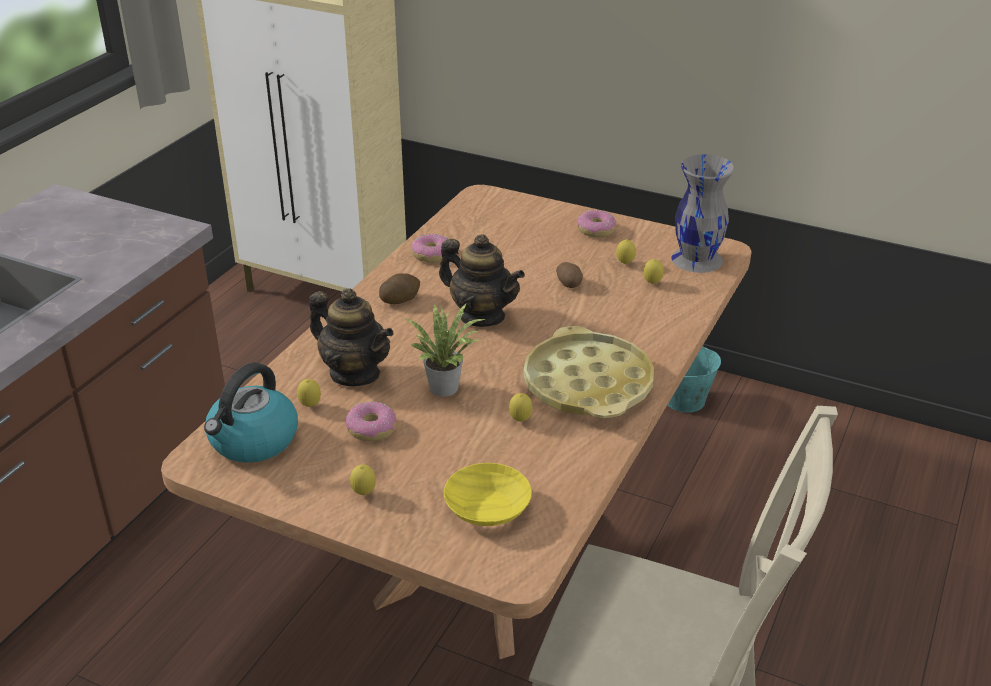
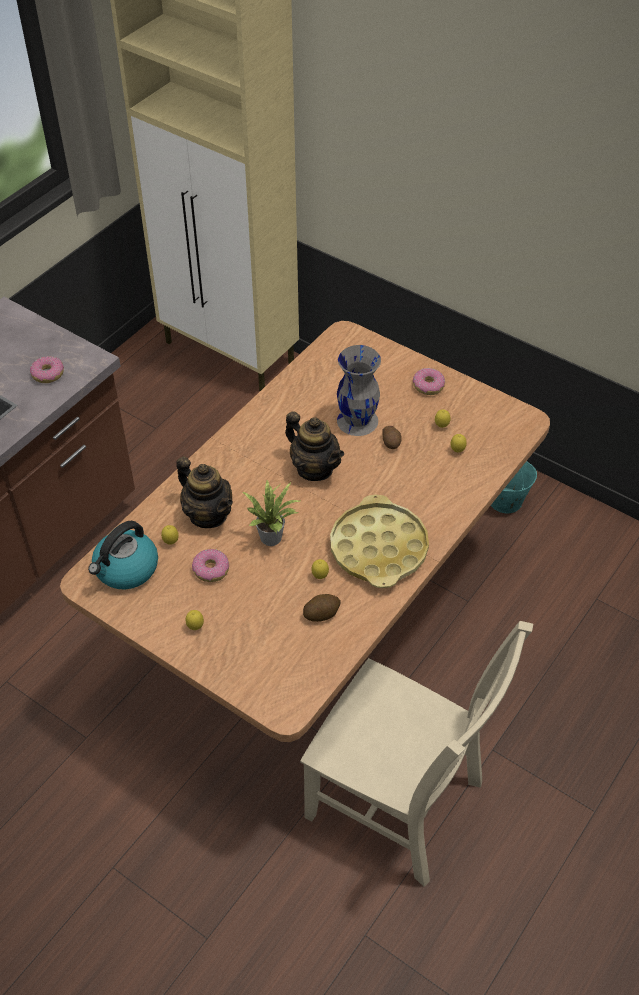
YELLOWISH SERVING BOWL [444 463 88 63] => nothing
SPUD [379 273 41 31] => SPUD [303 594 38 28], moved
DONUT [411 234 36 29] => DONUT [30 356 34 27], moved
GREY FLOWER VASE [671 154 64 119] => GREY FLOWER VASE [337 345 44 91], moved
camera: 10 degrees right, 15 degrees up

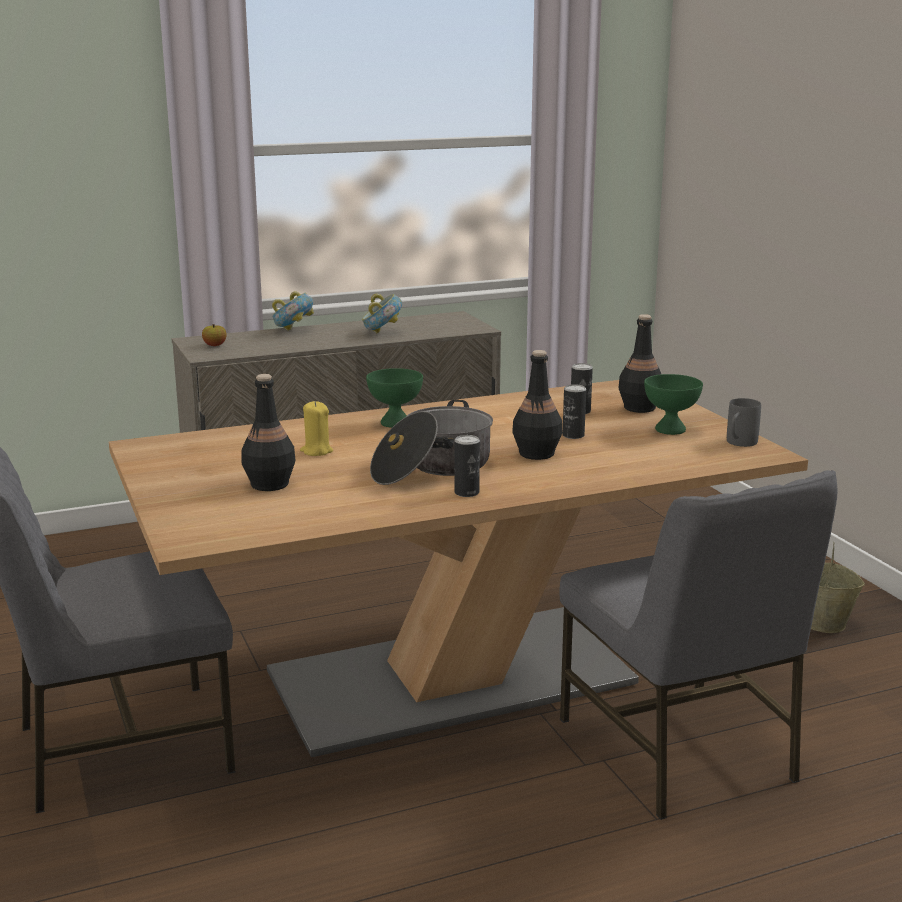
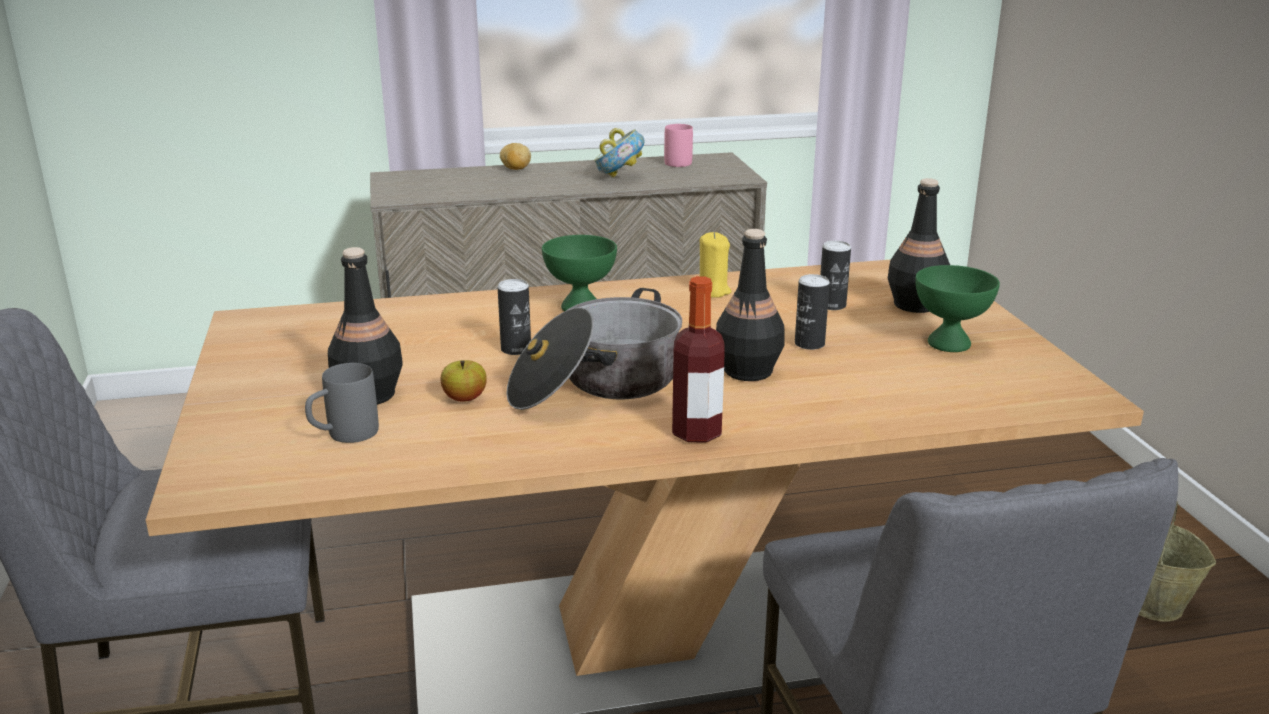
nothing => PINK-COLOURED COFFEE MUG [664 124 29 43]
nothing => BOTTLE [672 276 53 167]
APPLE [202 324 25 22] => APPLE [440 360 47 42], moved
YELLOWISH WAX CANDLE [300 401 33 55] => YELLOWISH WAX CANDLE [699 232 33 66], moved
SEALED CAN [454 435 26 62] => SEALED CAN [497 279 34 76], moved
GREY COFFEE MUG [727 398 34 49] => GREY COFFEE MUG [305 363 74 80], moved
SERVING BOWL [272 291 42 40] => SPUD [500 143 31 27]
camera: 10 degrees right, 5 degrees up

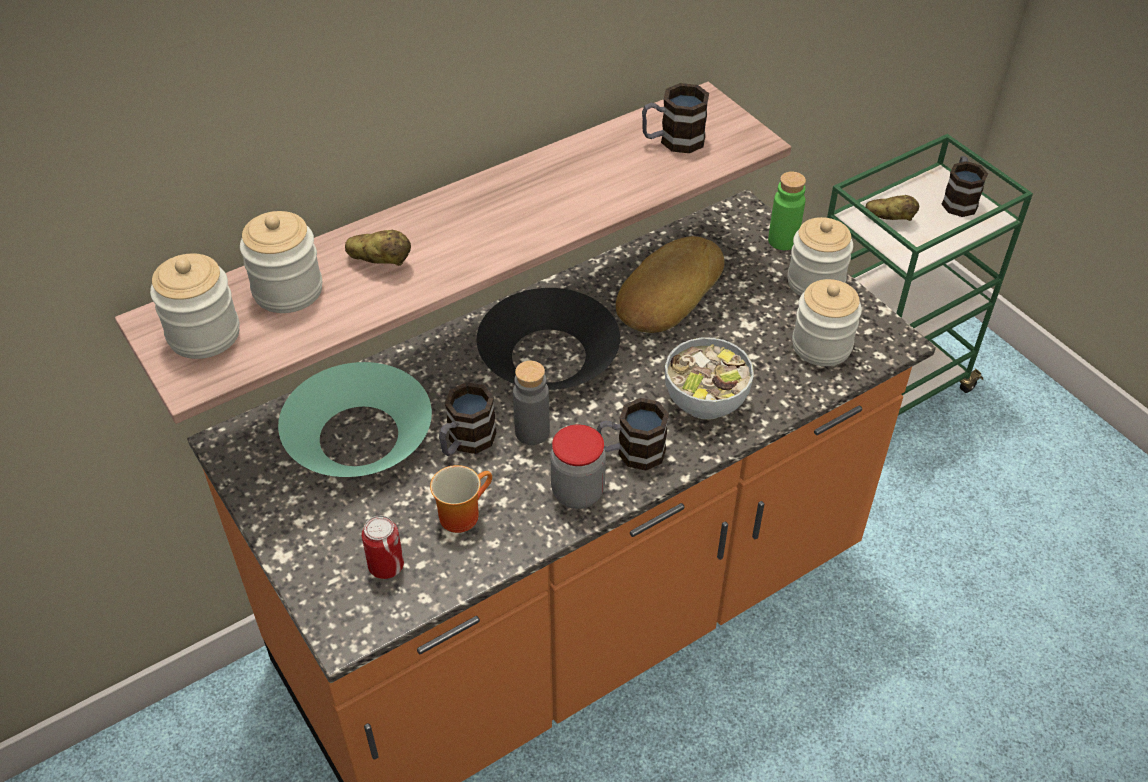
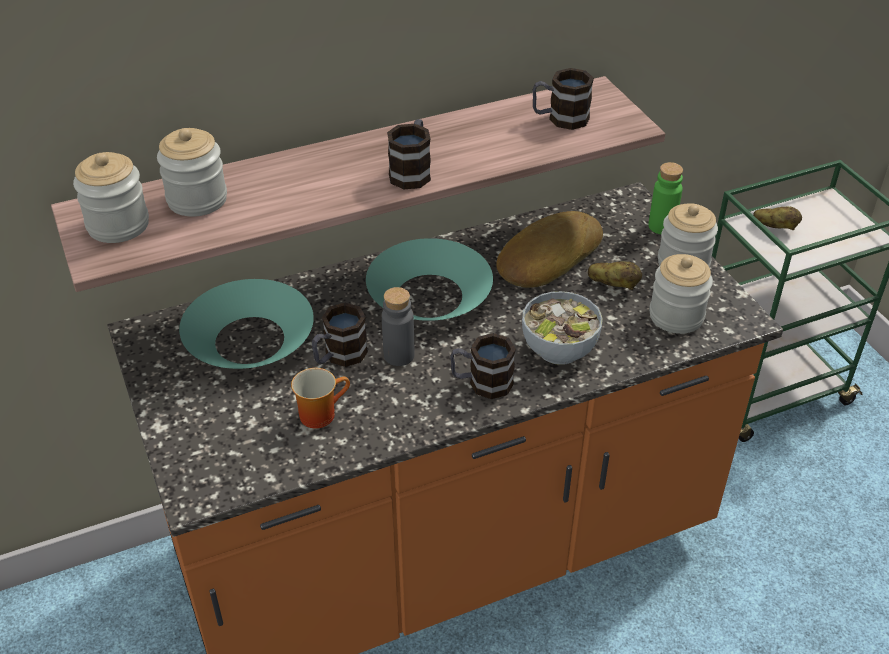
SEALED CAN [362 515 42 64] => nothing
JAR [550 424 56 85] => nothing
SPUD [345 230 66 36] => SPUD [588 262 54 28], moved
COFFEE MUG [941 156 47 61] => COFFEE MUG [387 119 44 70], moved
BLACK-COLOURED SERVING BOWL [477 288 143 102] => TURQUOISE SERVING BOWL [366 238 127 83]
camera: 10 degrees right, 5 degrees down

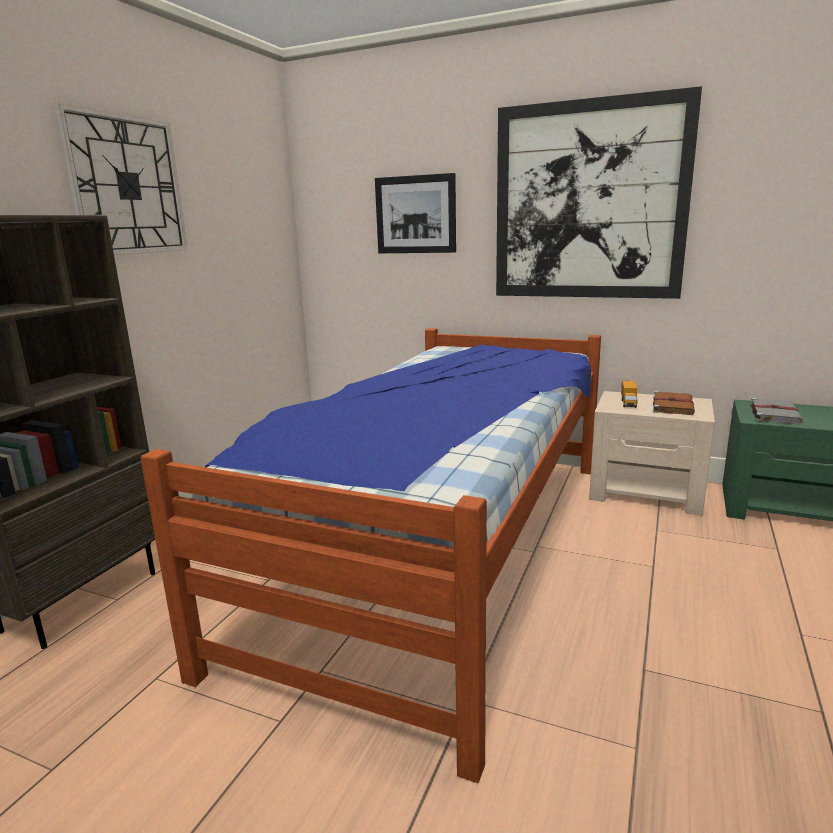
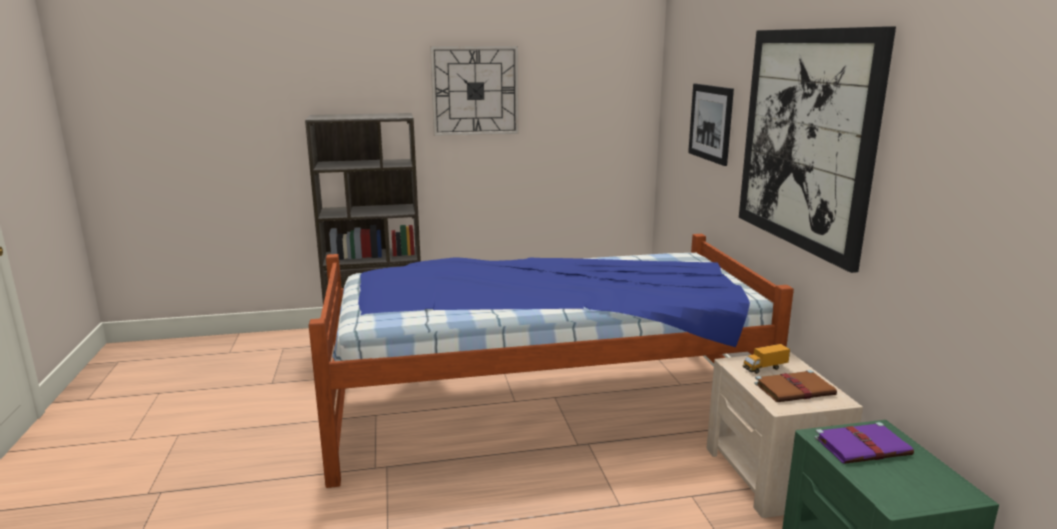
GREY BOOK [750 398 53 26] => PURPLE BOOK [815 422 99 42]
camera: 55 degrees right, 0 degrees up

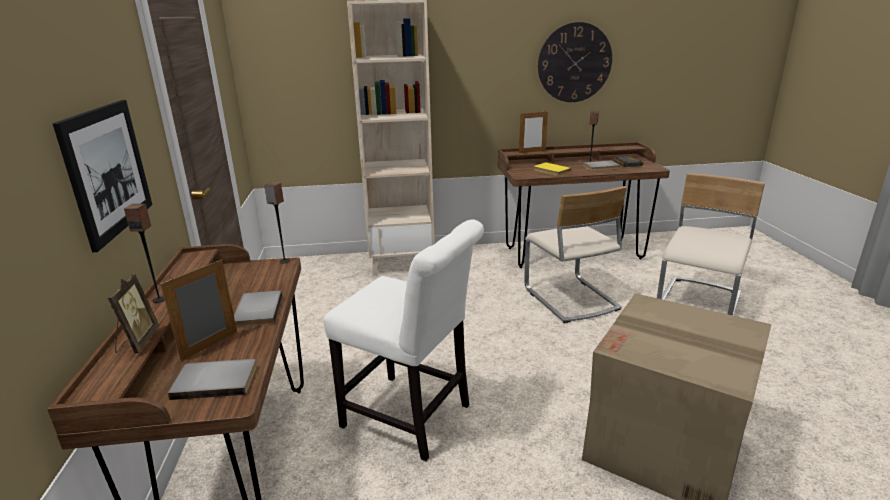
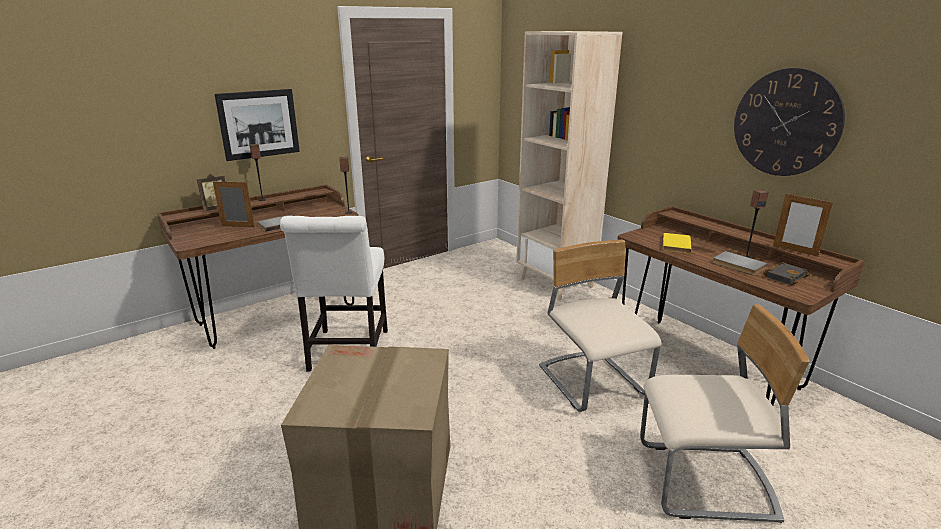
GREY BOOK [168 359 89 41] => nothing
PHOTO FRAME [519 110 29 43] => PHOTO FRAME [773 193 60 64], moved
BEIGE-COLOURED PLAIN CHAIR [524 186 103 137] => BEIGE-COLOURED PLAIN CHAIR [539 240 123 172], 120 degrees clockwise
camera: 60 degrees right, 0 degrees up

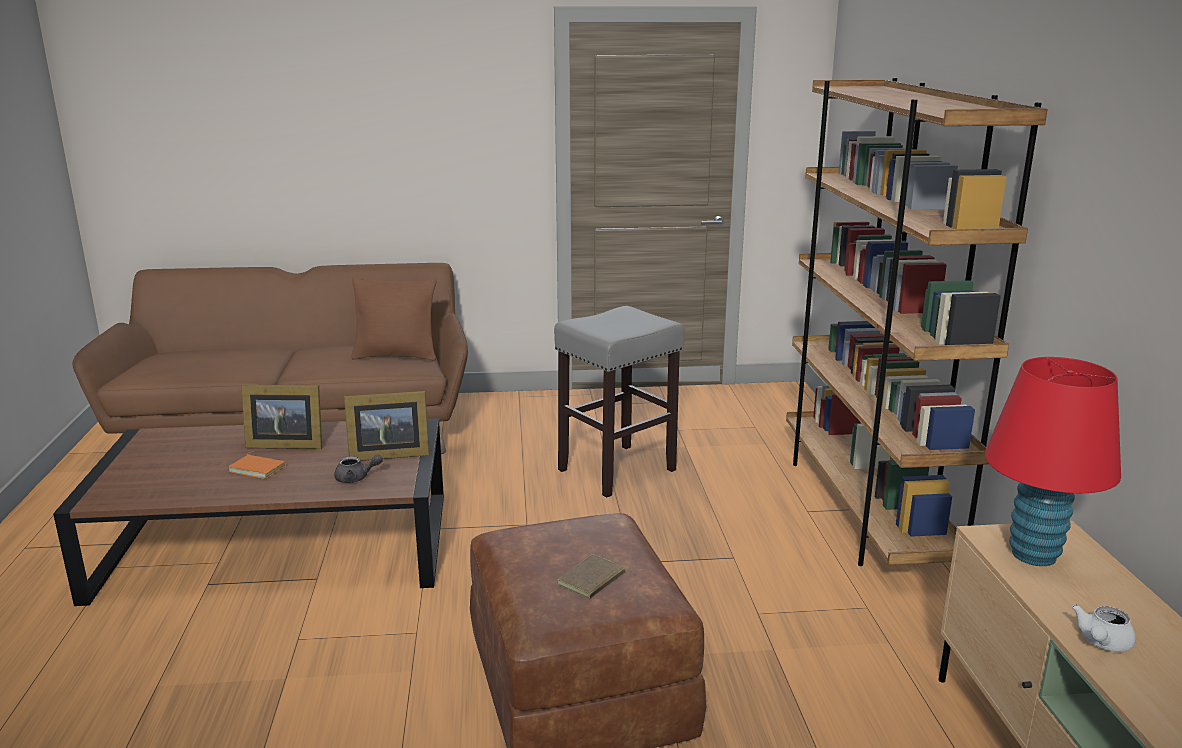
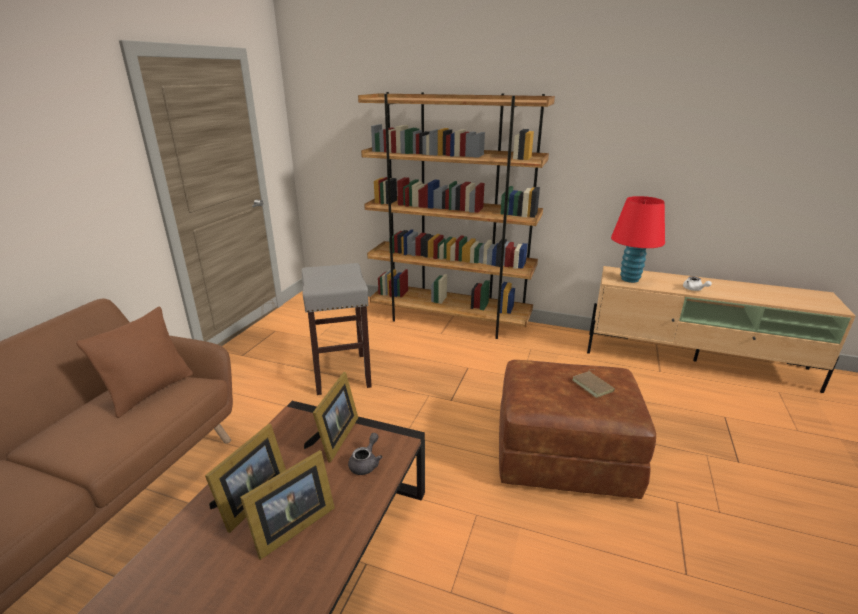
ORANGE-COLOURED BOOK [228 451 58 28] => PHOTO FRAME [240 450 95 110]
camera: 65 degrees left, 5 degrees up

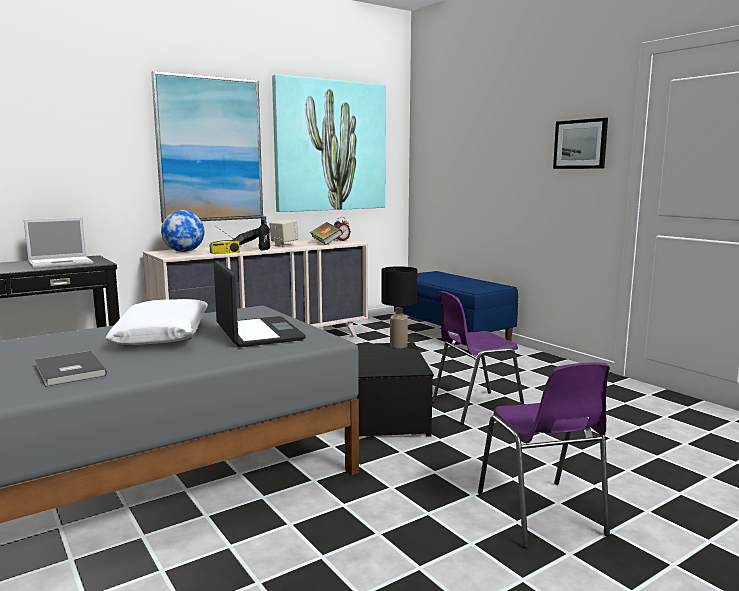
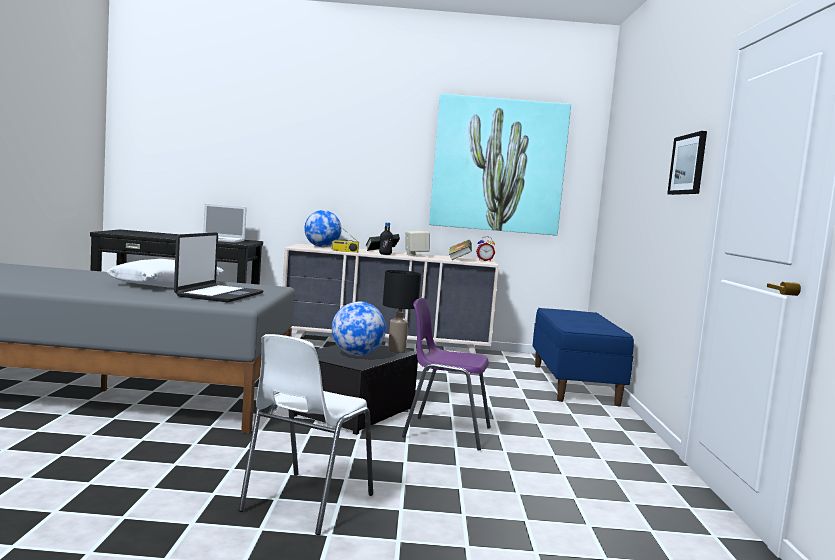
GREY BOOK [35 351 72 36] => nothing
WALL ART [151 71 112 152] => nothing
nothing => WORLD GLOBE [332 301 54 55]
PURPLE PLAIN CHAIR [478 362 132 186] => WHITE-COLOURED PLAIN CHAIR [238 334 135 201]
camera: 35 degrees right, 5 degrees down

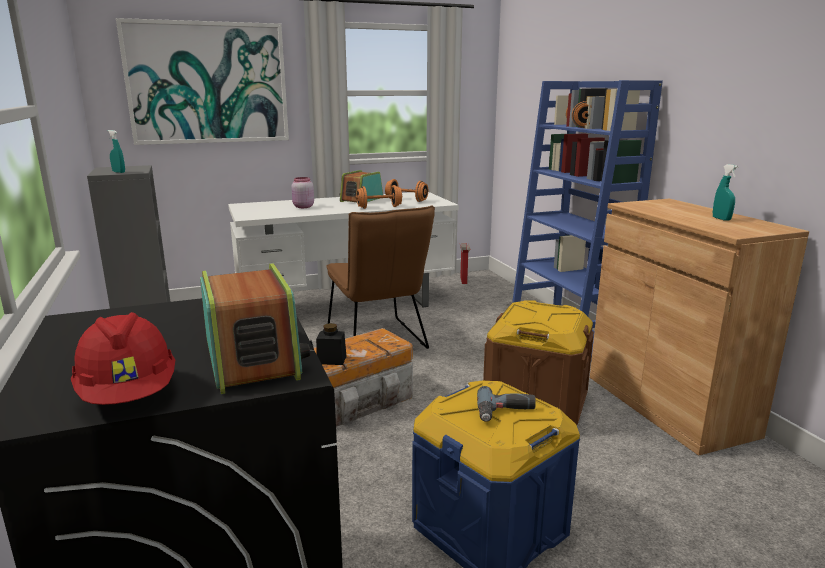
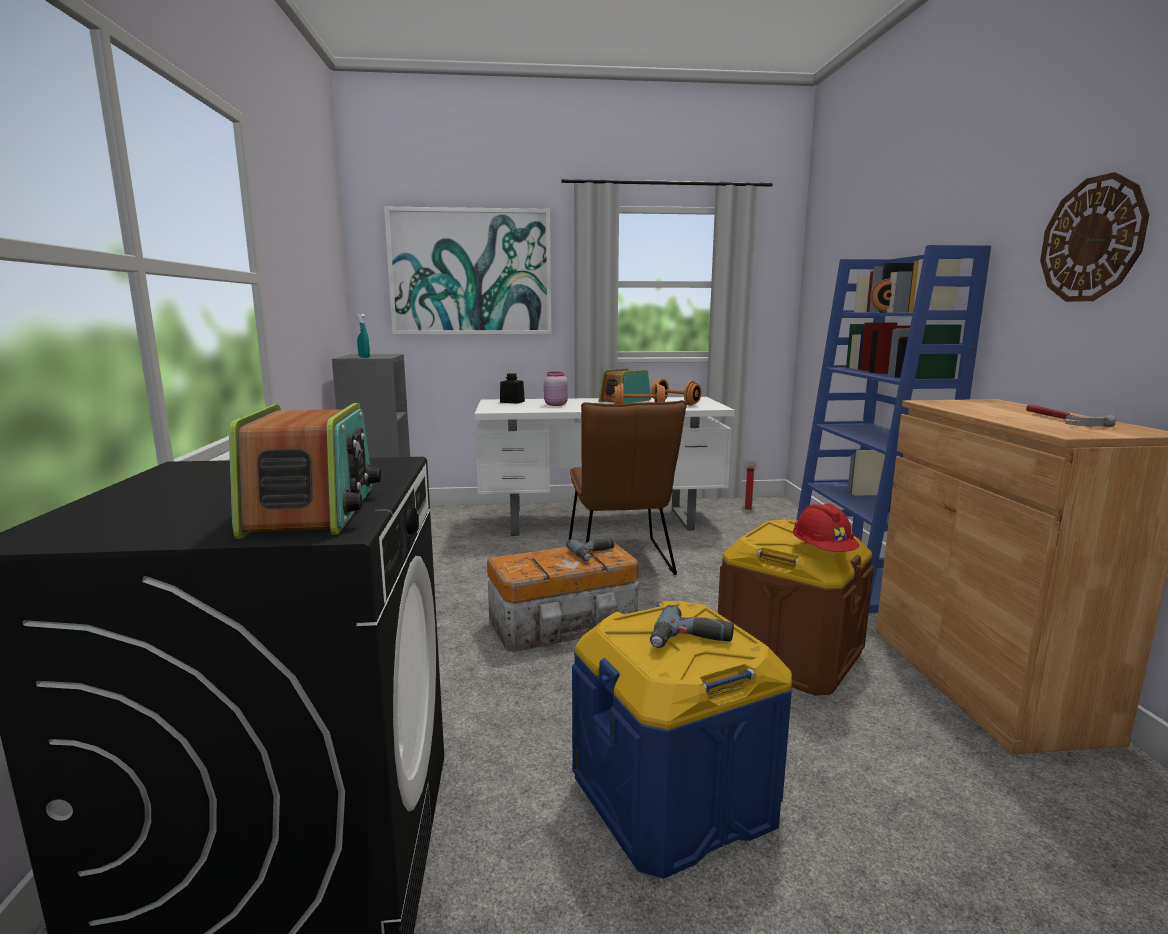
nothing => DRILL [567 537 47 24]
nothing => WALL CLOCK [1040 172 109 130]
RED-COLOURED HARD HAT [71 312 104 93] => RED-COLOURED HARD HAT [793 503 67 49], moved
BLACK-COLOURED JAR [316 323 30 42] => BLACK-COLOURED JAR [500 373 25 31], moved
TURQUOISE SPRAYER [713 164 26 57] => TOOL HAMMER [1026 405 90 22]
camera: 15 degrees right, 5 degrees down

